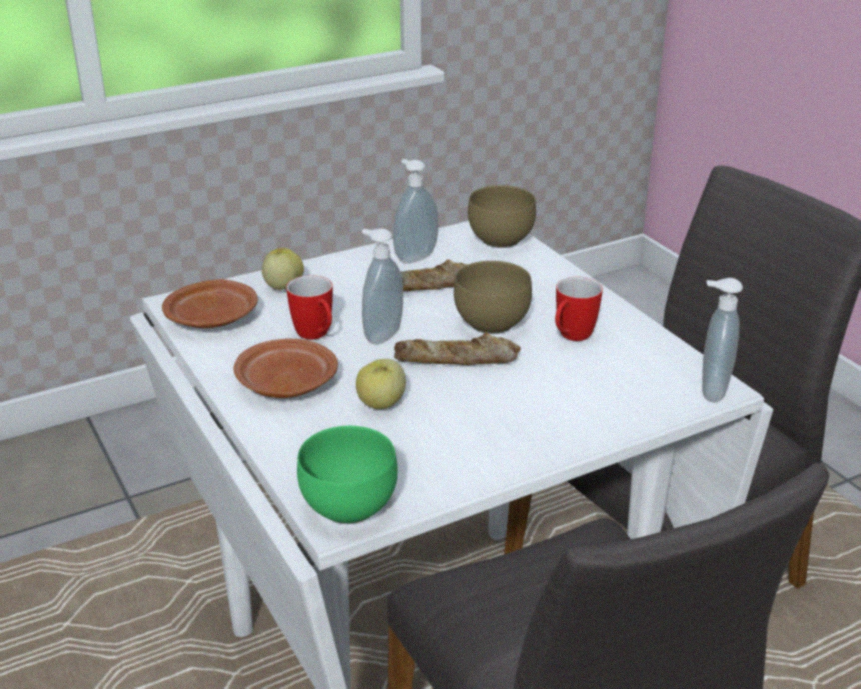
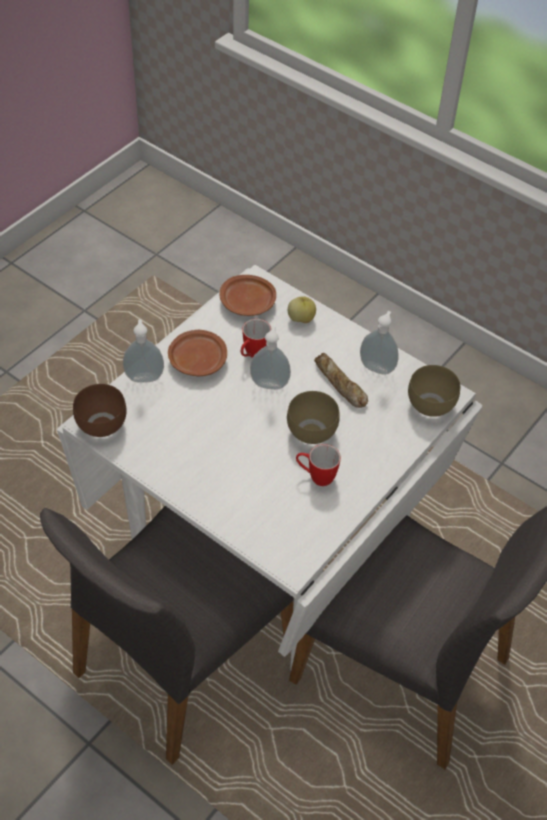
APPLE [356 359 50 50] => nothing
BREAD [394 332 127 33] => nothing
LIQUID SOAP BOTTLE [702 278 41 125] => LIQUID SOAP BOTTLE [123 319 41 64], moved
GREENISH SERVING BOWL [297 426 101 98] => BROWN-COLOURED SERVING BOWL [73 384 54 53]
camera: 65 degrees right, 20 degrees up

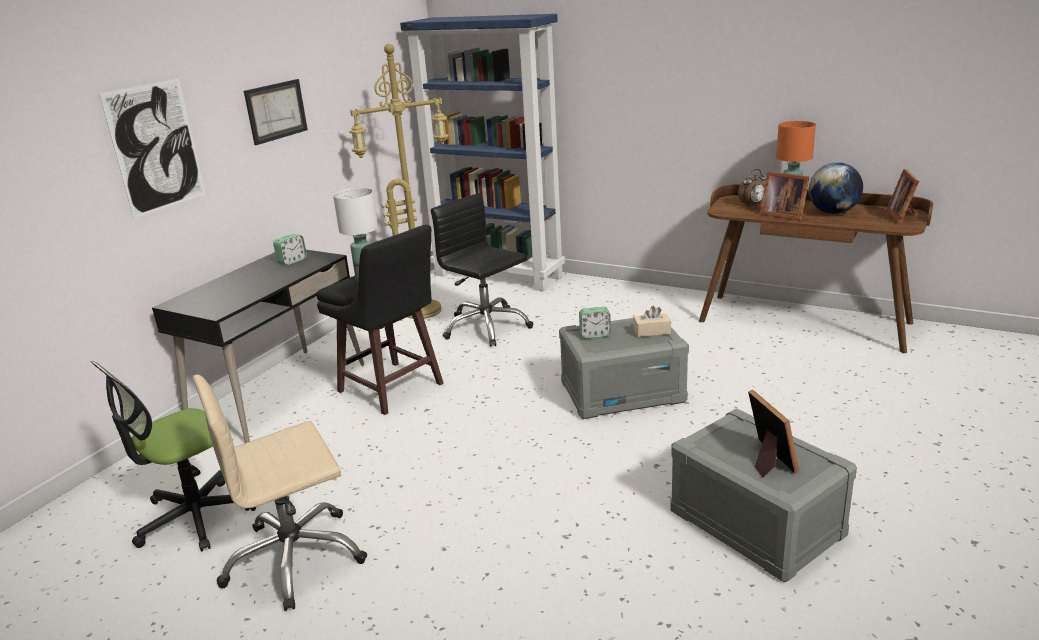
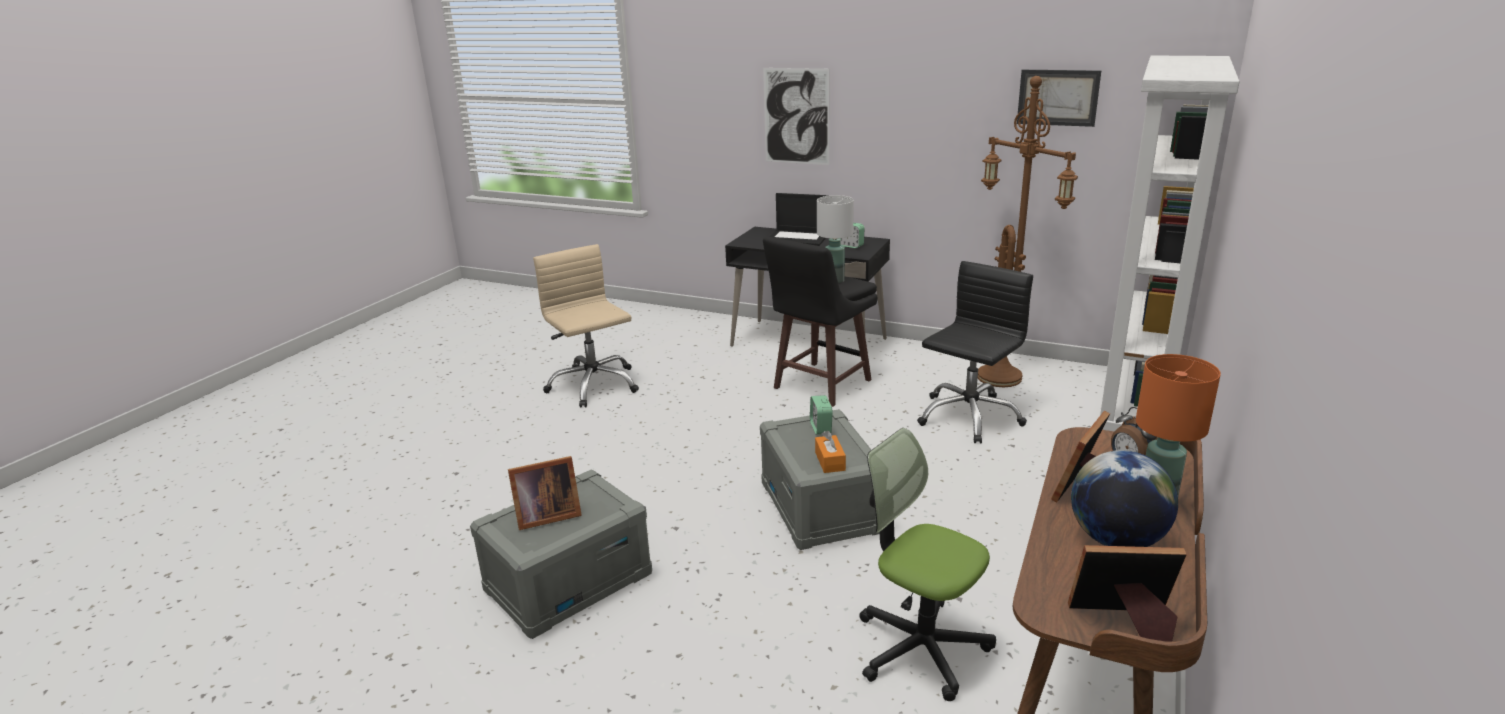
nothing => NOTEBOOK COMPUTER [769 193 60 53]
COMPUTER CHAIR [91 361 165 190] => COMPUTER CHAIR [859 428 137 273], moved
WALL ART [244 79 64 66] => WALL ART [1017 70 84 57], moved
YELLOWISH FLOOR LAMP [349 44 100 275] => BROWN-COLOURED FLOOR LAMP [978 76 100 311]
BLUE-COLOURED BOOKCASE [400 14 165 277] => WHITE-COLOURED BOOKCASE [1097 56 143 375]
BEIGE-COLOURED TISSUE HOLDER [633 306 38 31] => ORANGE-COLOURED TISSUE HOLDER [815 431 31 42]
camera: 85 degrees right, 0 degrees up

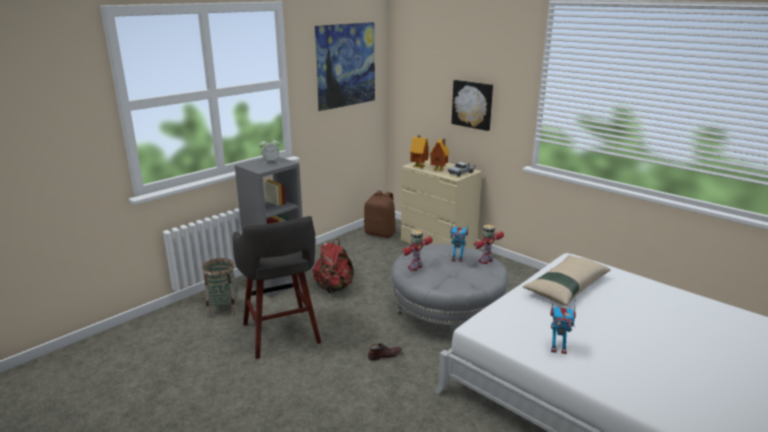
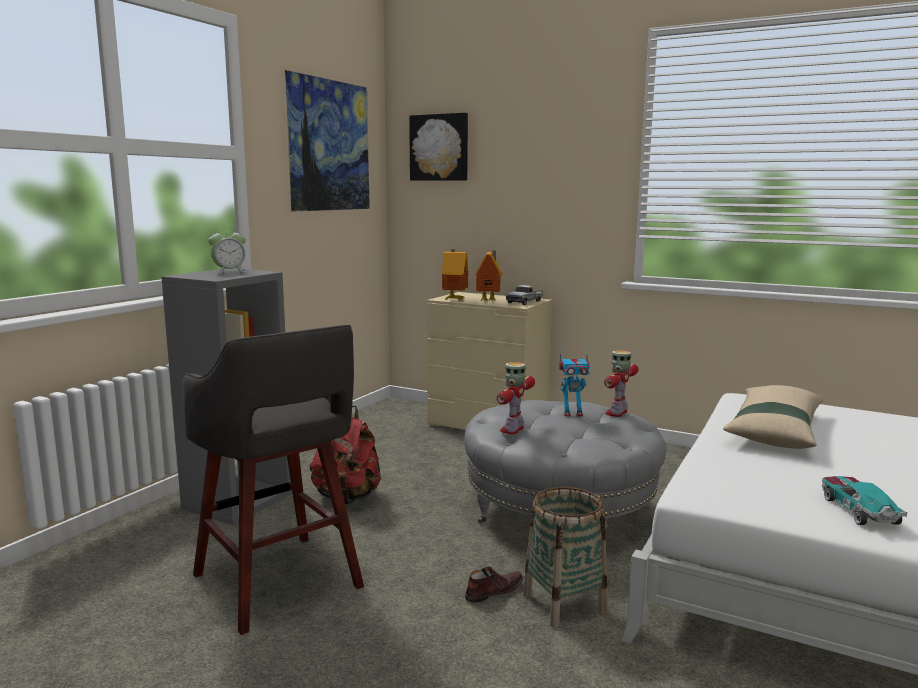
BROWN-COLOURED KNAPSACK [364 190 32 48] => nothing
STORAGE BASKET [202 258 37 60] => STORAGE BASKET [523 487 85 140], moved
WALL ART [452 80 41 51] => WALL ART [409 113 59 68], moved
ROBOT FIGURE [551 299 25 55] => TOY CAR [822 476 85 49]
camera: 15 degrees left, 10 degrees down

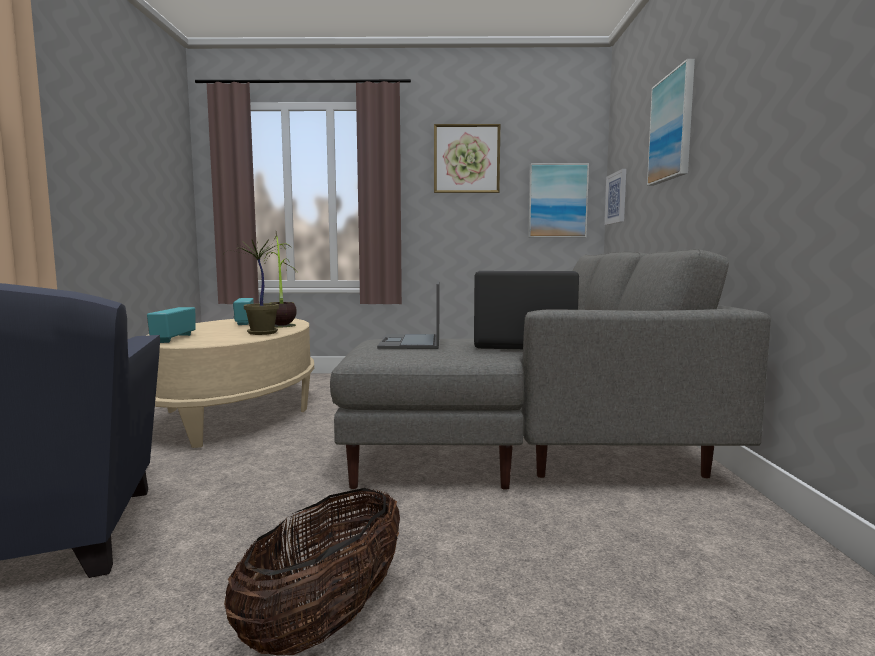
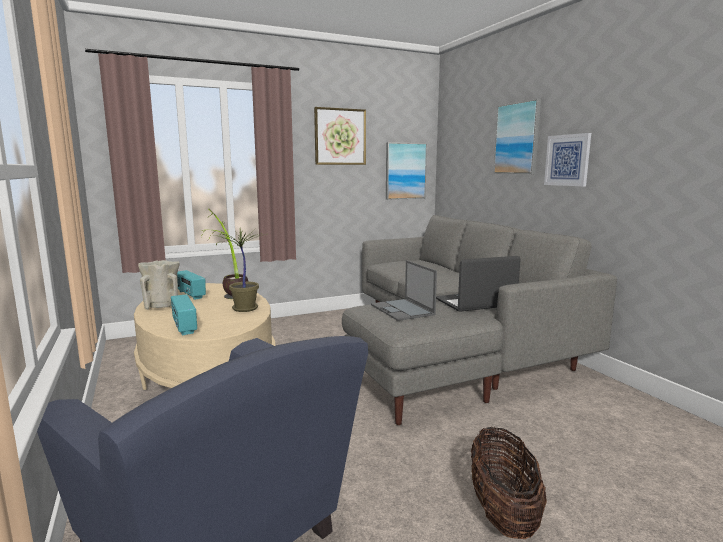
nothing => BEIGE-COLOURED FLOWER VASE [138 260 42 50]
WALL ART [604 169 22 56] => WALL ART [544 133 47 53], moved
camera: 25 degrees left, 5 degrees up

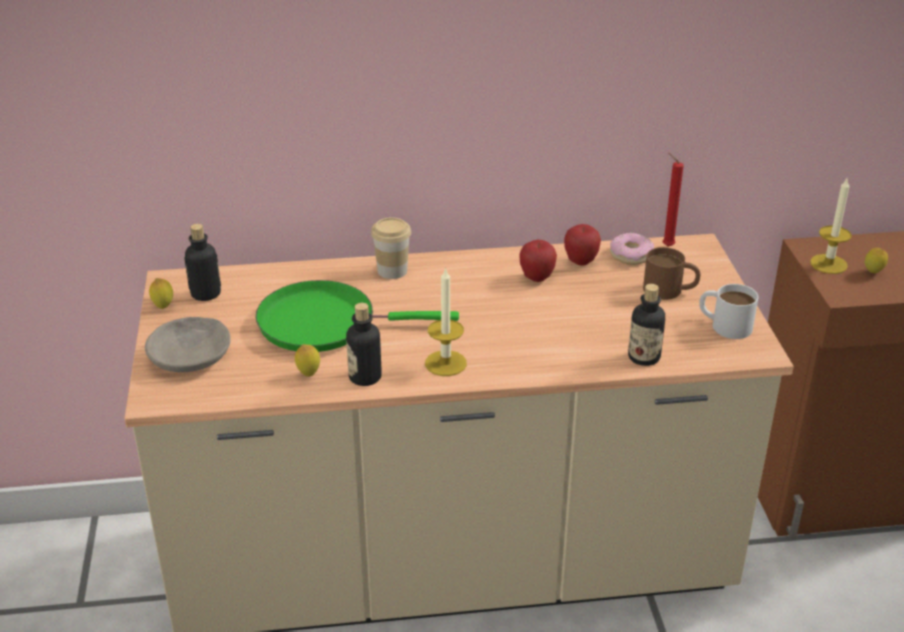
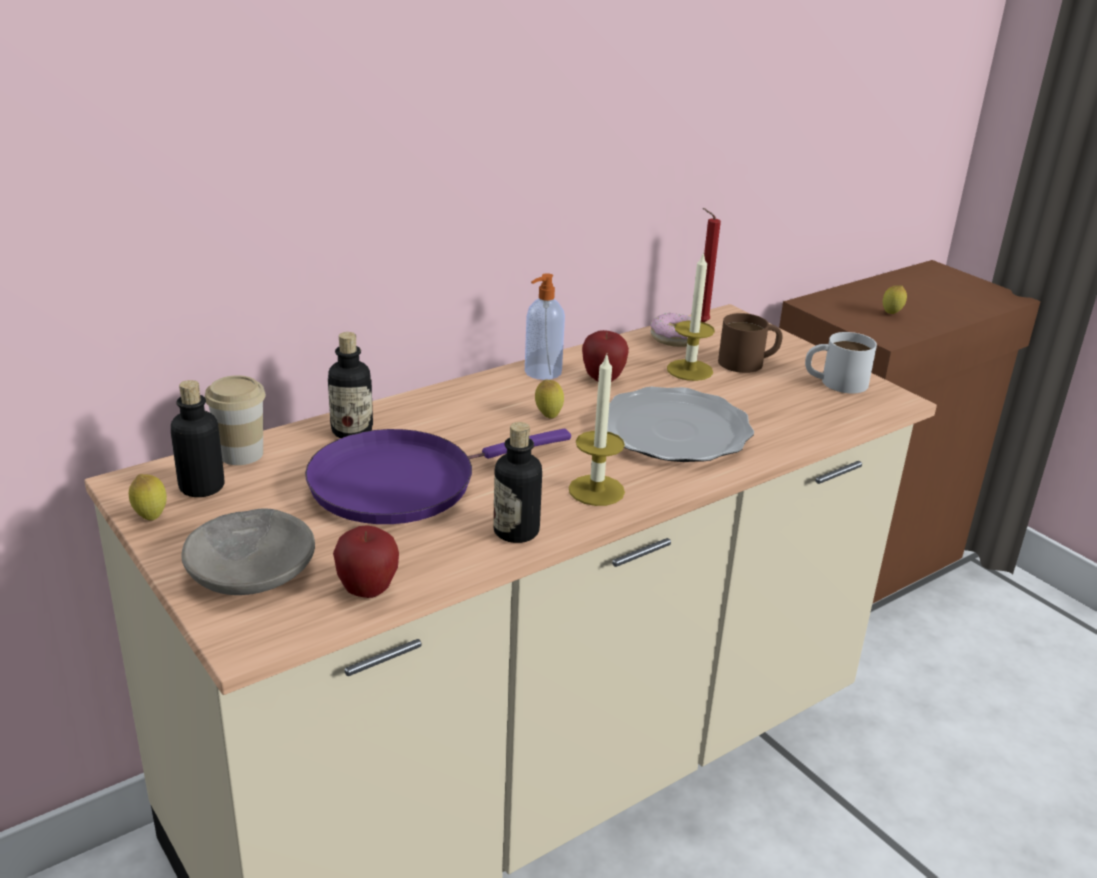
nothing => LIQUID SOAP BOTTLE [525 273 40 107]
nothing => DINNER PLATE [607 387 147 75]
LEMON [295 344 25 33] => LEMON [535 379 29 40], moved
SMALL CUP [371 217 40 62] => SMALL CUP [205 375 61 90], moved
APPLE [564 224 37 42] => APPLE [333 525 66 73], moved
BOTTLE [628 284 37 82] => BOTTLE [328 332 45 106], moved
WAX CANDLE [810 179 41 95] => WAX CANDLE [667 252 48 129], moved
GREENISH PAN [256 280 203 72] => PURPLE PAN [305 429 266 95]
camera: 30 degrees left, 5 degrees down

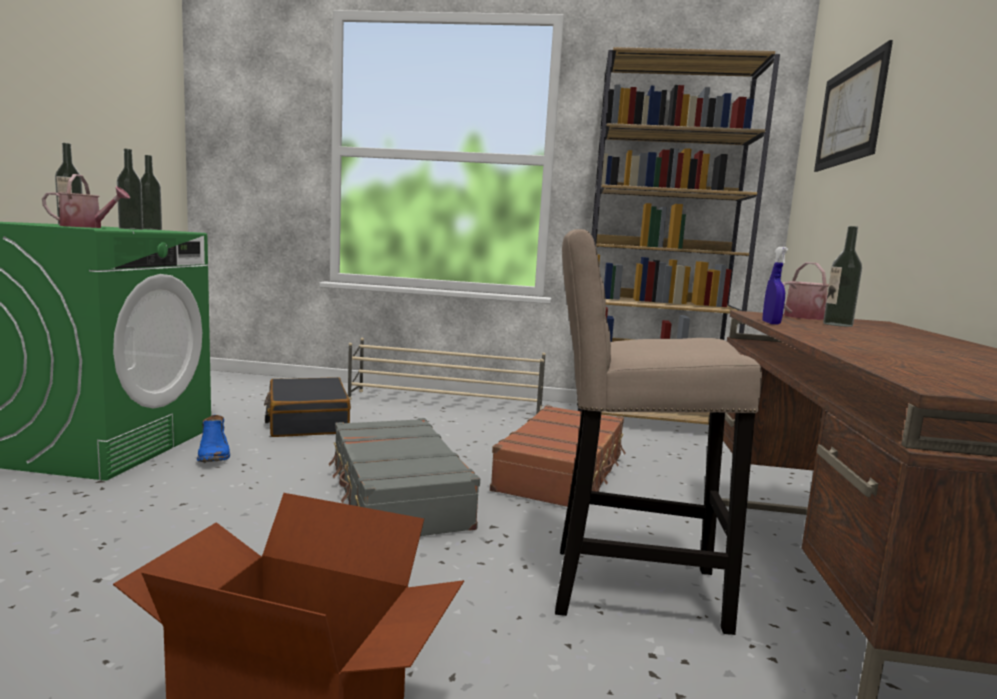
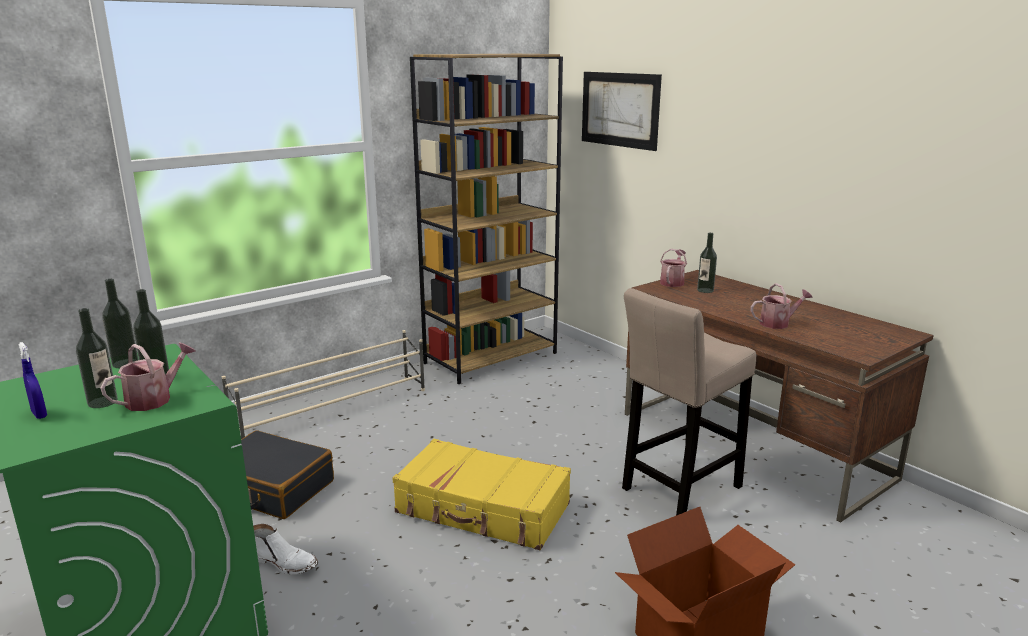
BROWN-COLOURED PIECE OF LUGGAGE [490 405 136 102] => nothing
nothing => WATERING CAN [751 283 62 46]
BLUE-COLOURED SPRAYER [762 247 26 77] => BLUE-COLOURED SPRAYER [19 342 28 77], moved
BLUE-COLOURED BOOT [197 415 33 47] => WHITE-COLOURED BOOT [253 524 65 50]
GREY PIECE OF LUGGAGE [329 418 151 118] => YELLOWISH PIECE OF LUGGAGE [393 439 178 111]
camera: 45 degrees left, 10 degrees up

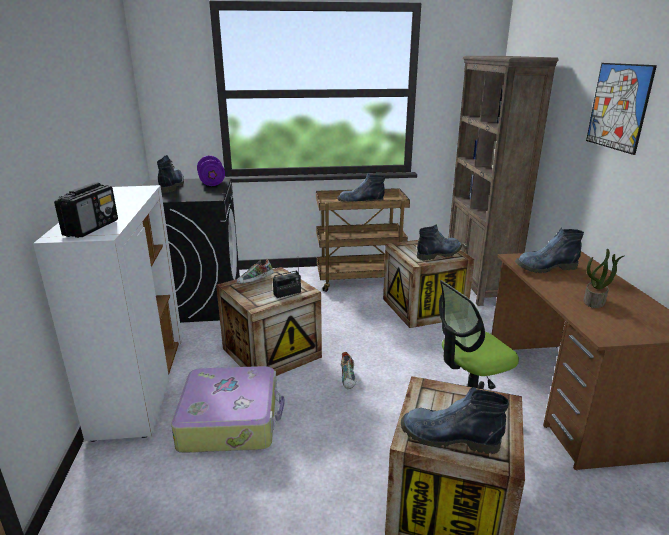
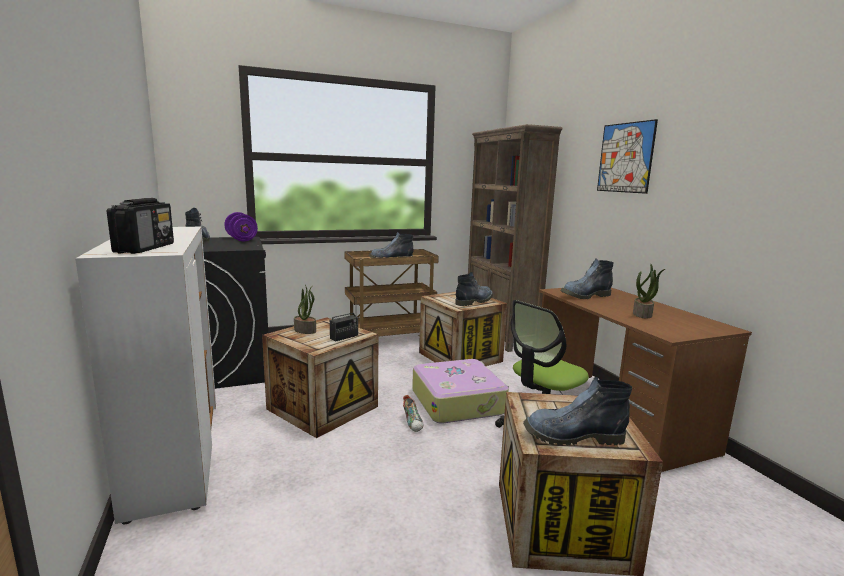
PIECE OF LUGGAGE [171 366 114 87] => PIECE OF LUGGAGE [412 359 97 65], moved
ITEM OF FOOTWEAR [237 259 37 25] => HOUSEPLANT [294 285 22 49]
camera: 15 degrees left, 10 degrees down

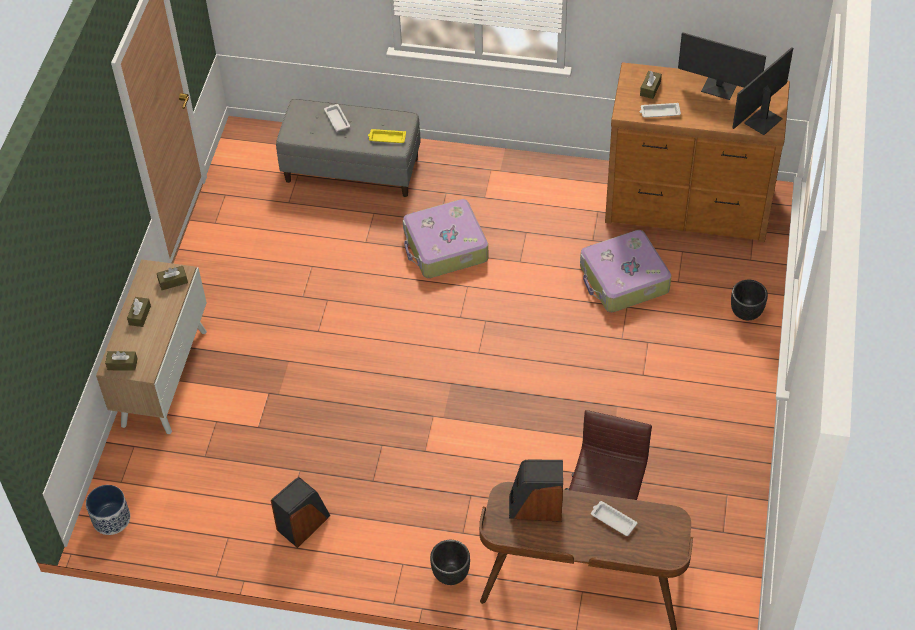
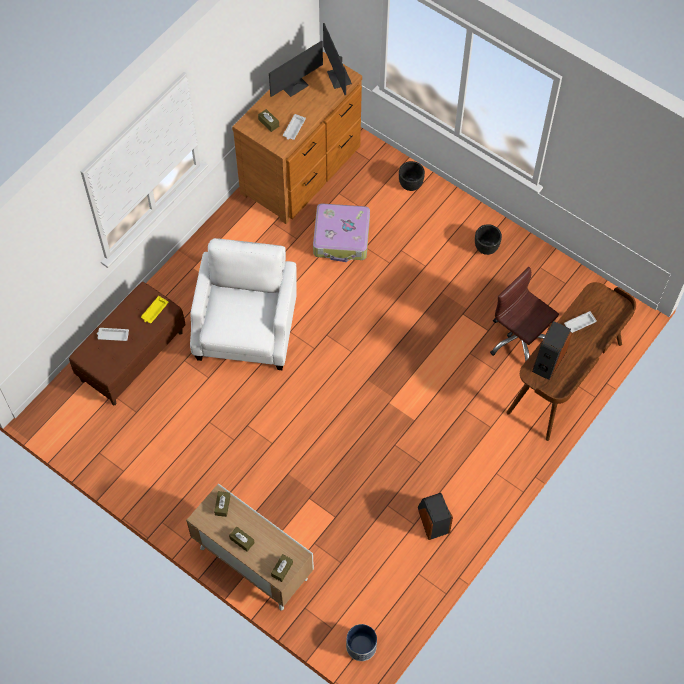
BLACK-COLOURED FLOWER POT [430 540 40 45] => BLACK-COLOURED FLOWER POT [475 224 27 31], moved
PIECE OF LUGGAGE [403 199 85 79] => WHITE-COLOURED ARMCHAIR [190 238 106 132]
GREY INDOOR BENCH [276 99 145 98] => BROWN-COLOURED INDOOR BENCH [69 282 116 123]
camera: 65 degrees left, 10 degrees up

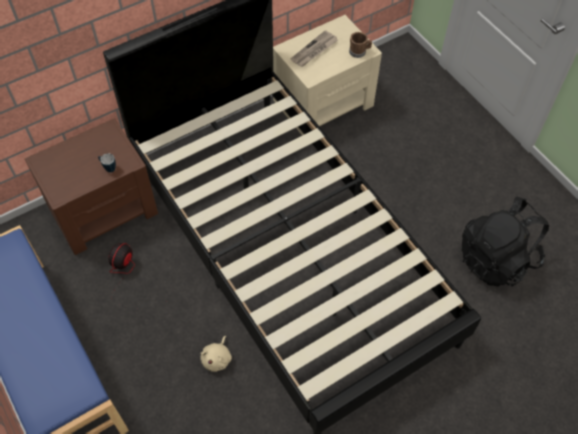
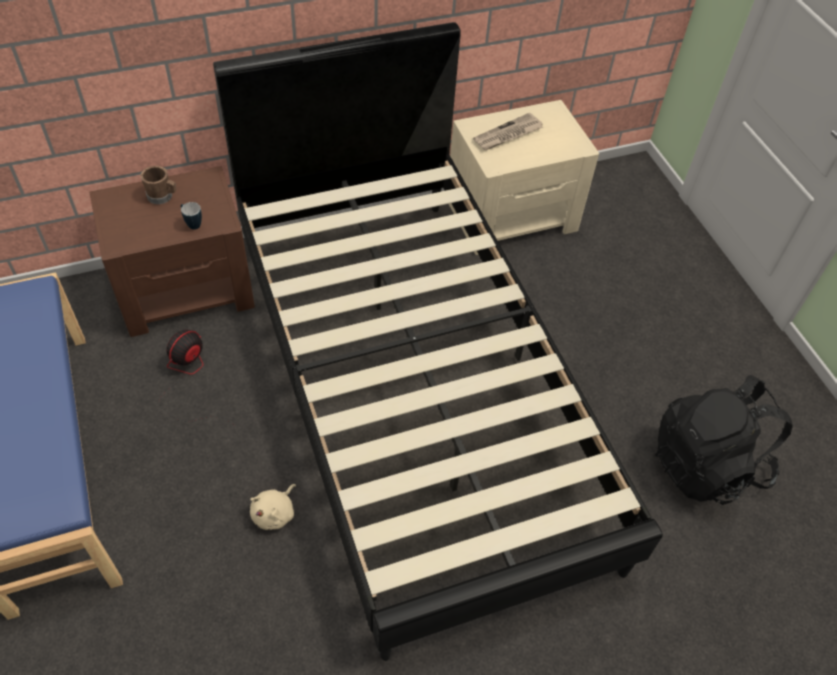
BROWN-COLOURED COFFEE MUG [349 32 23 26] => BROWN-COLOURED COFFEE MUG [140 166 36 38], moved
camera: 10 degrees right, 5 degrees down

